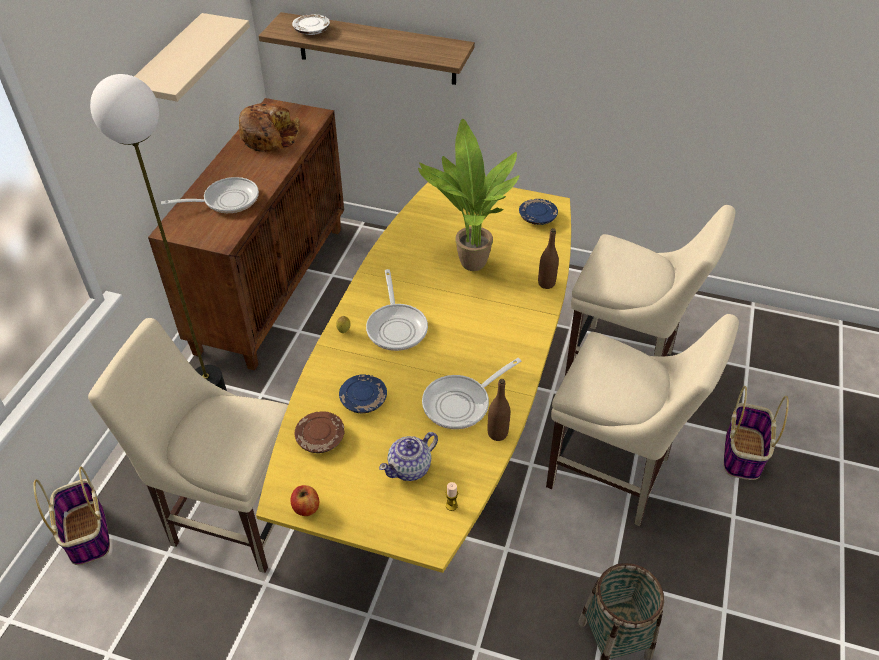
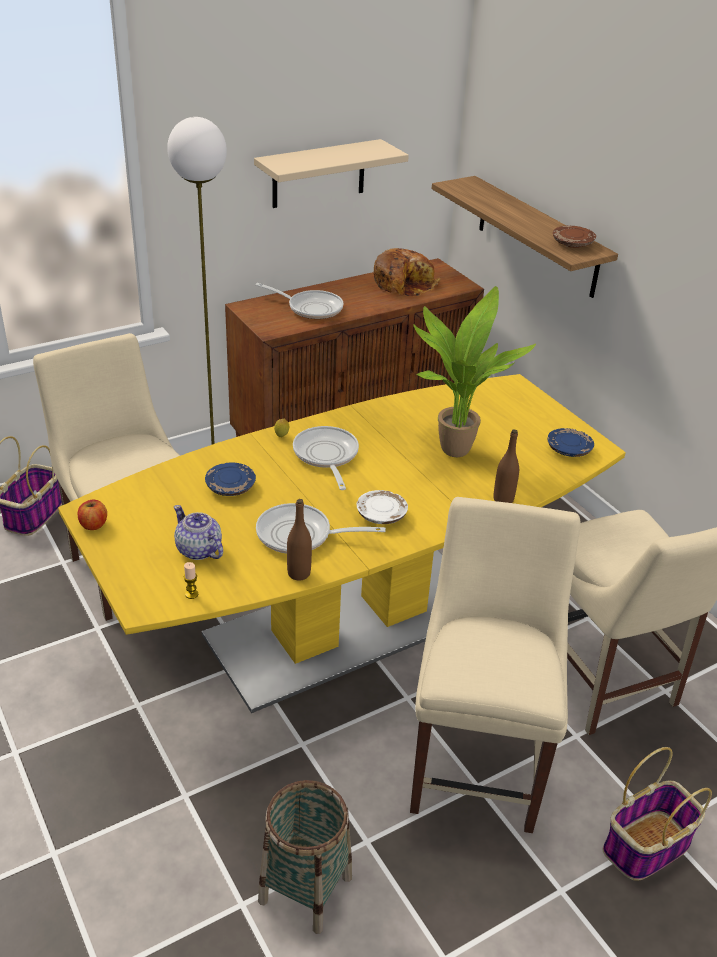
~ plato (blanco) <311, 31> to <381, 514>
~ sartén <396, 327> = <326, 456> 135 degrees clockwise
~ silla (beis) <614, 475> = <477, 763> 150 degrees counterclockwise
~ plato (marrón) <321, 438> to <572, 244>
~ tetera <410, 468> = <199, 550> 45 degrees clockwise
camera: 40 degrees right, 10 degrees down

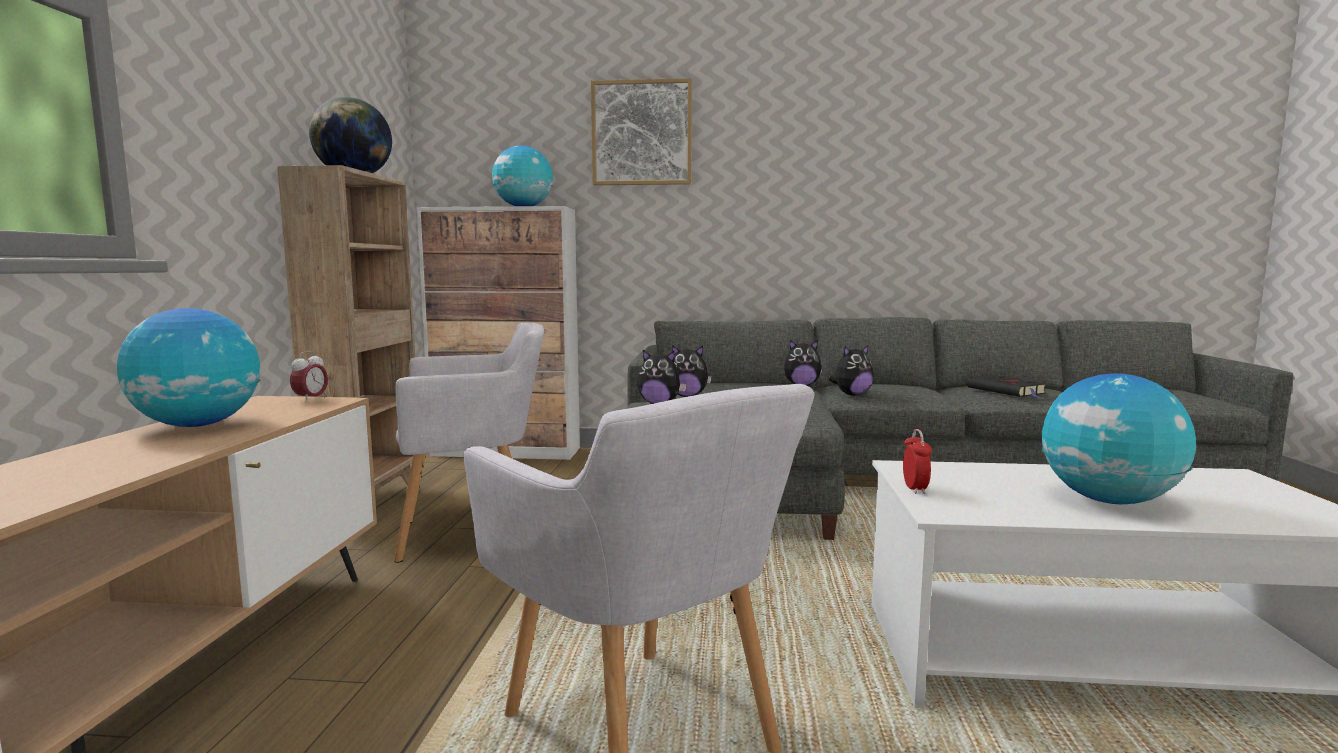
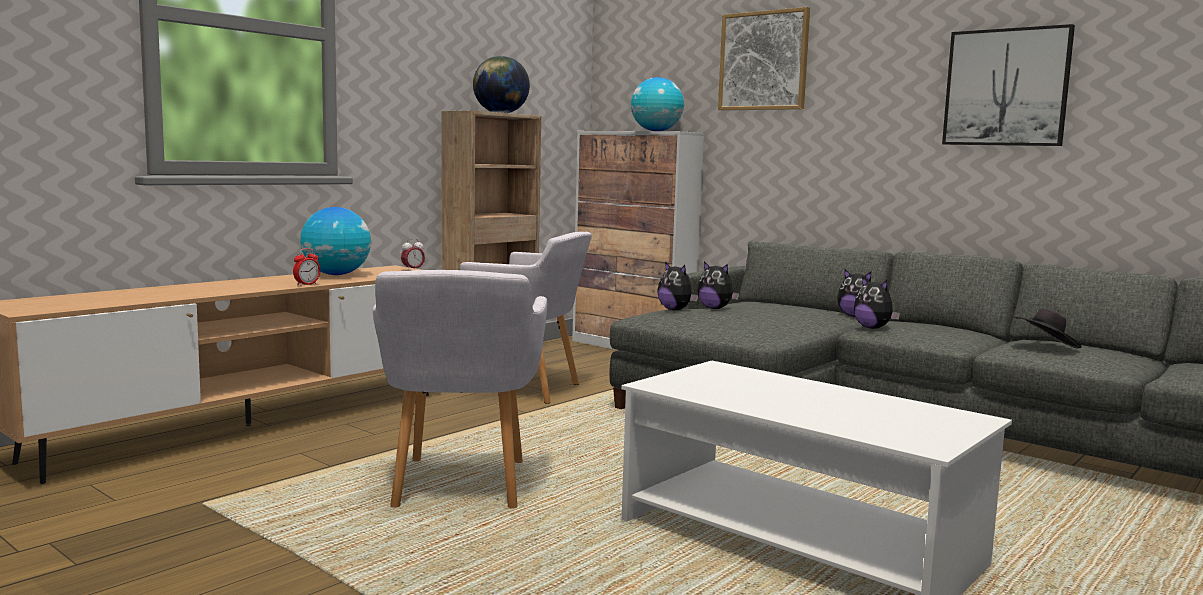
~ peluche <852, 395> = <873, 328> 45 degrees clockwise
- globo terráqueo <1109, 500>
~ libro (negro) <1007, 391> to sombrero (negro) <1045, 347>
~ despertador <915, 489> to <306, 284>
+ cuadro <1006, 87>
camera: 35 degrees right, 0 degrees up

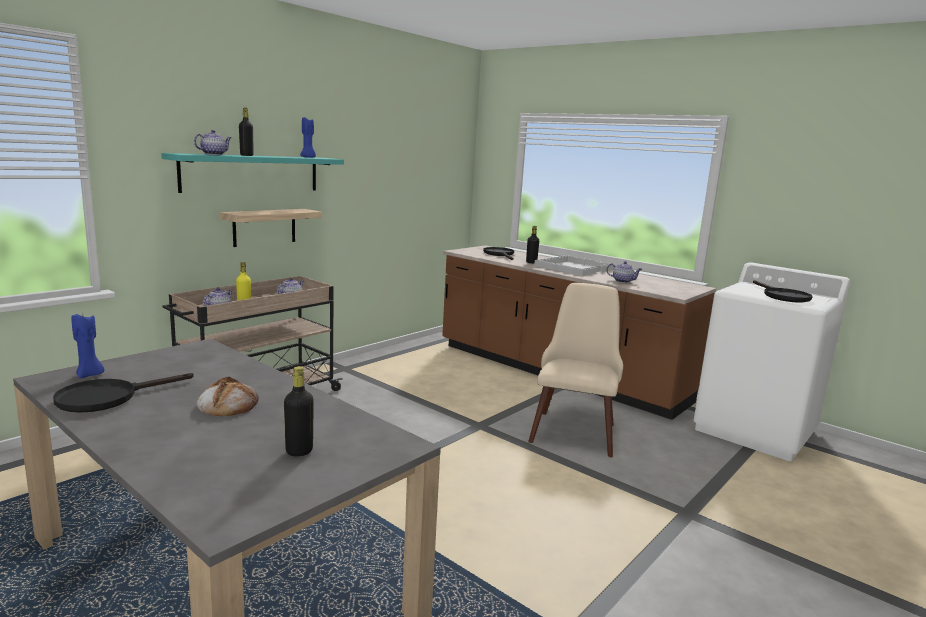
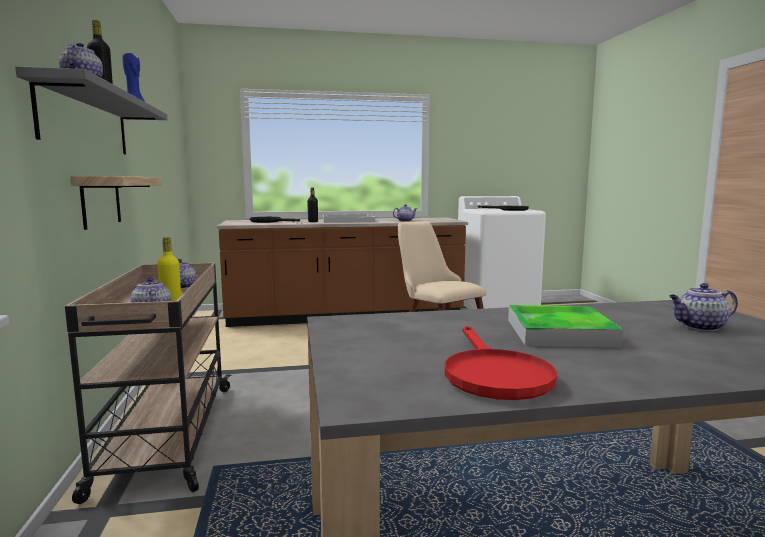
~ estante (turquesa) <252, 173> to estante (gris) <87, 122>
- vela (azul) <89, 375>
~ botella (negro) <299, 451> to tetera <700, 327>
~ sartén (negro) <108, 397> to sartén (rojo) <493, 374>
~ pan <228, 404> to bandeja <559, 332>
camera: 50 degrees left, 5 degrees down

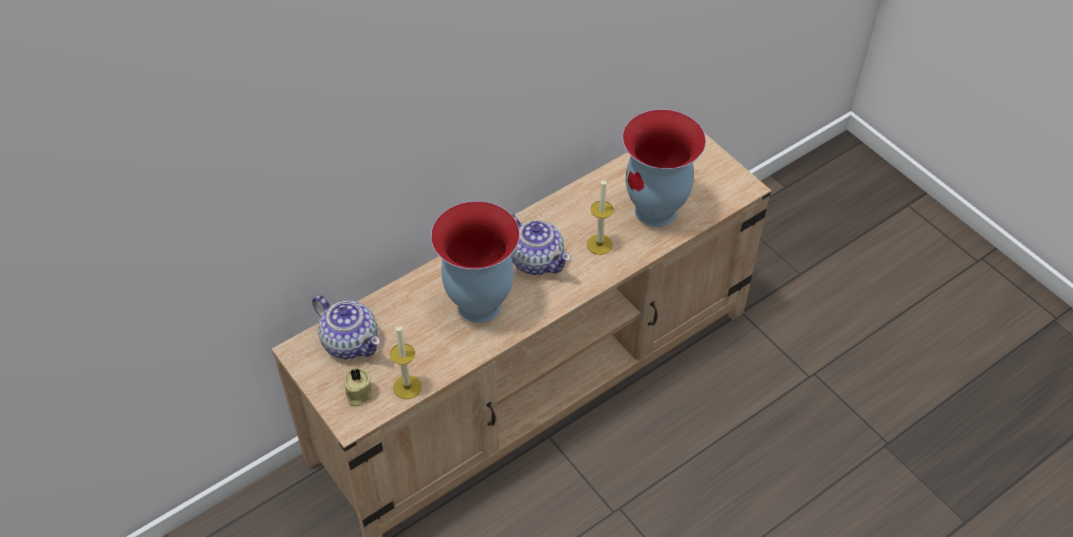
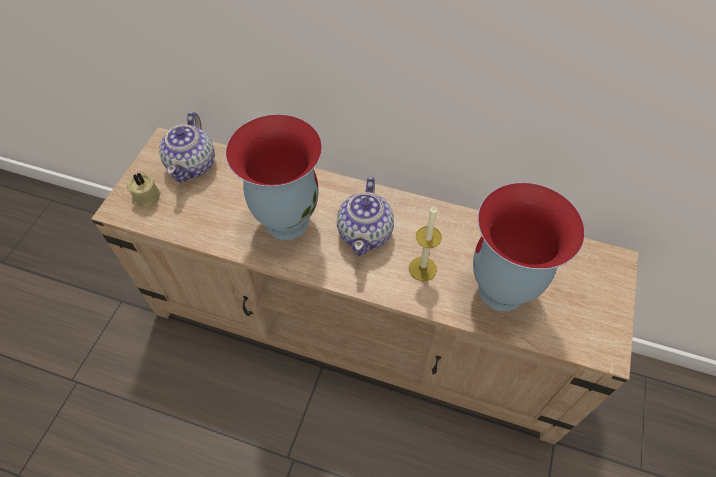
- vela <407, 387>
camera: 55 degrees right, 5 degrees up

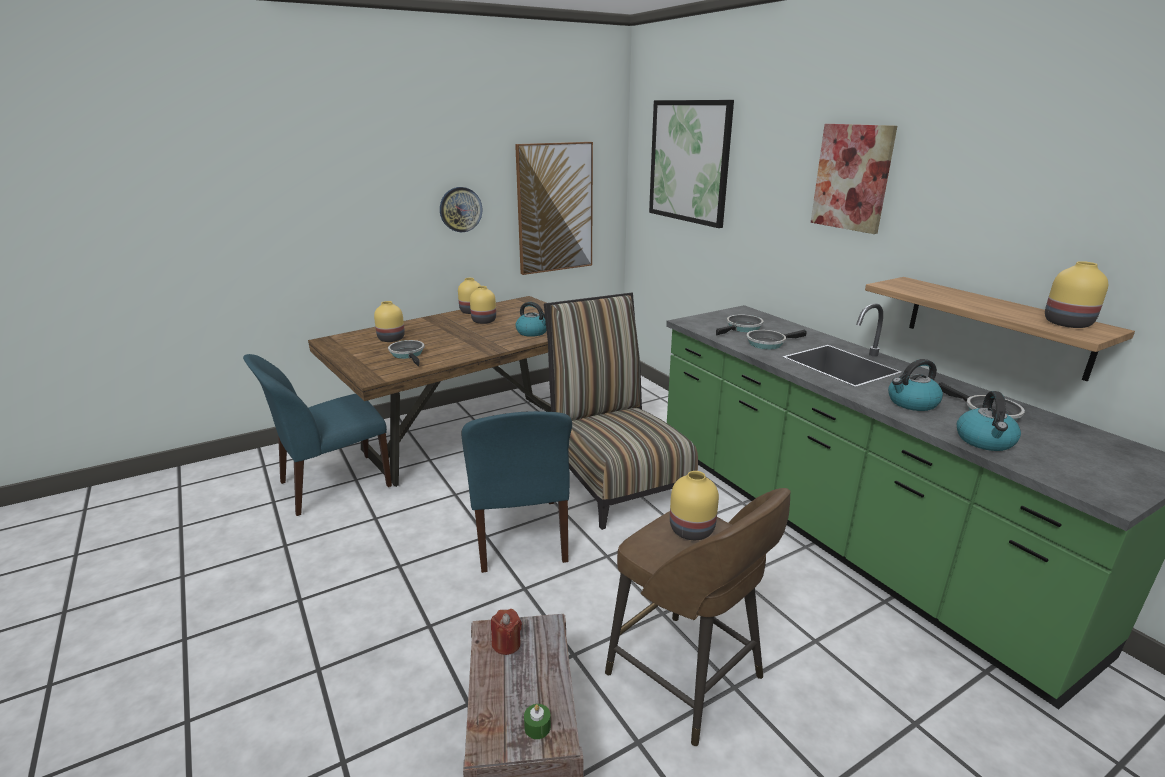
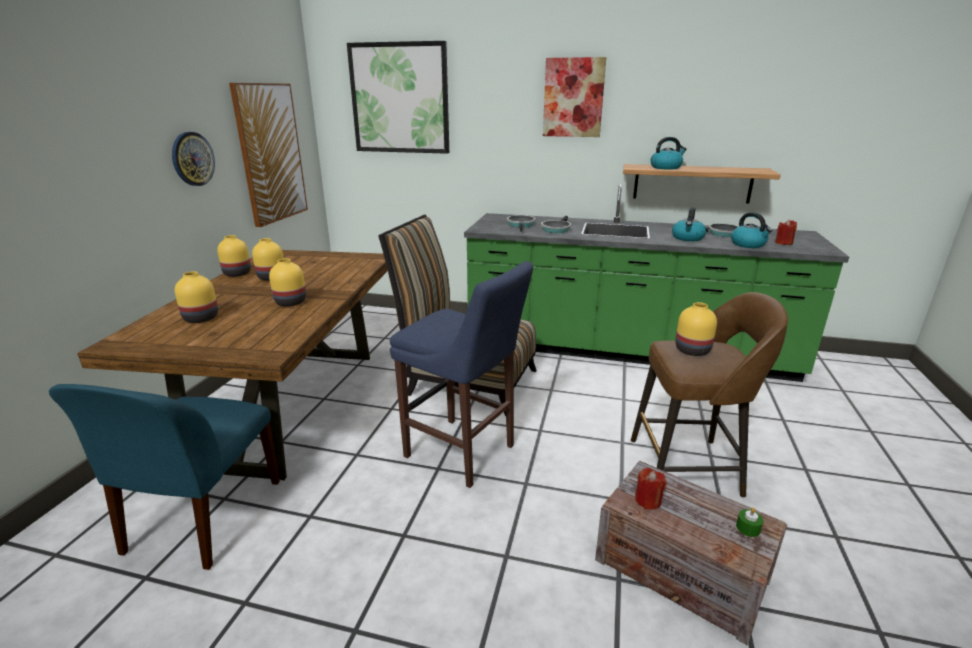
~ florero (amarillo) <1066, 323> to <289, 302>
~ hervidor <533, 332> to <666, 167>
- sartén <408, 354>
~ silla (azul) <519, 536> to taburete (azul) <463, 453>
+ vela (rojo) <783, 243>
camera: 45 degrees left, 0 degrees up

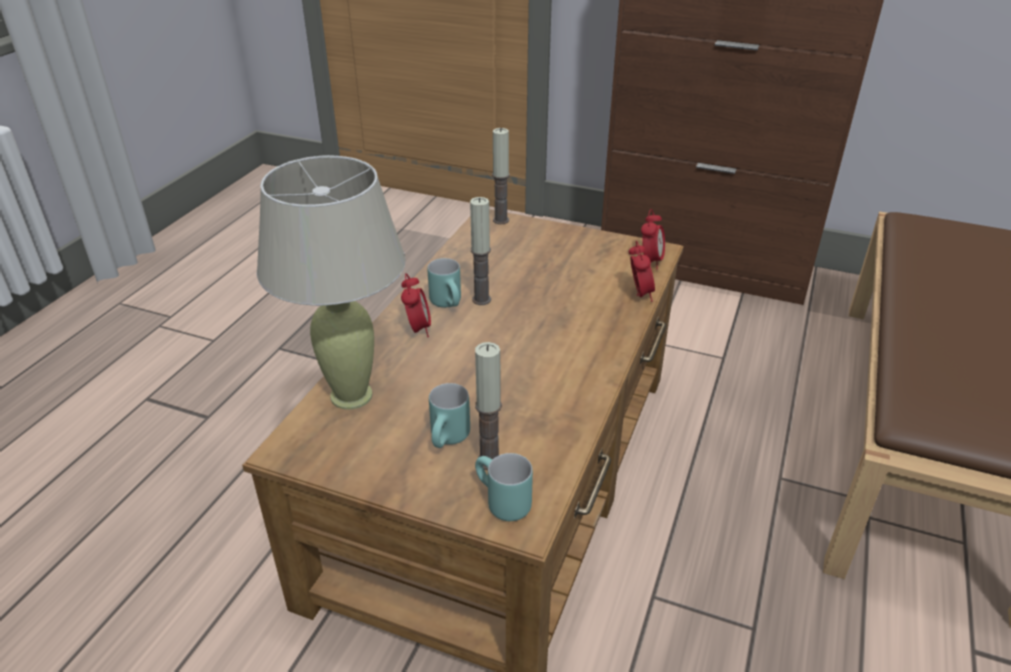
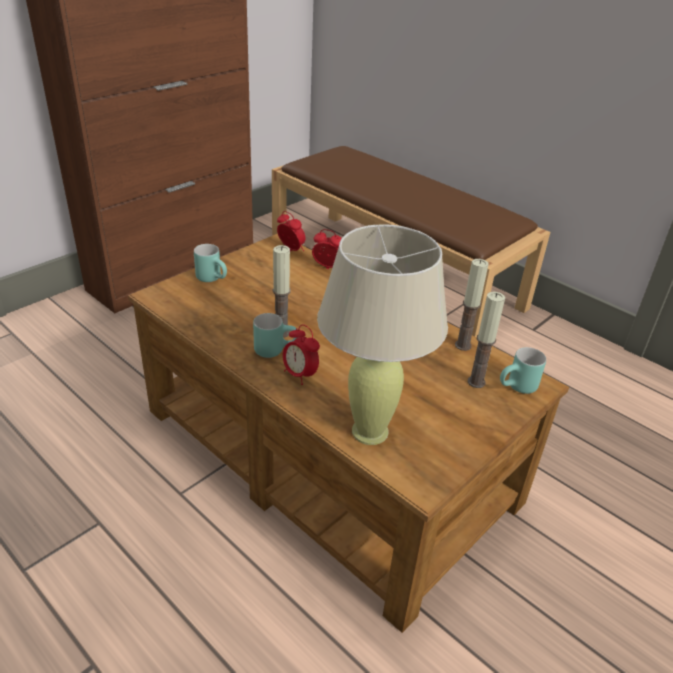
~ vela <501, 220> to <463, 345>
~ despertador <418, 329> = <300, 375> 150 degrees counterclockwise
~ taza grande (turquesa) <450, 440> to <214, 278>
camera: 70 degrees left, 0 degrees up

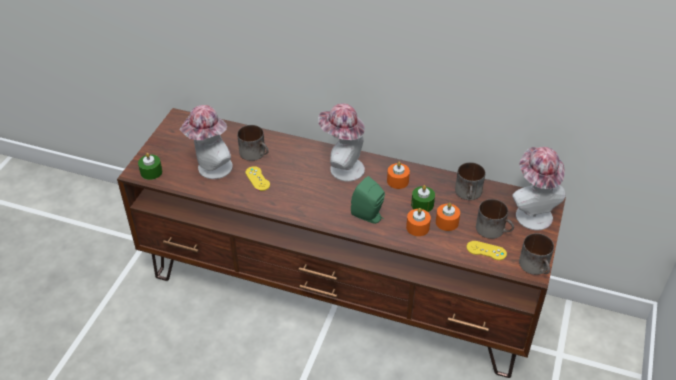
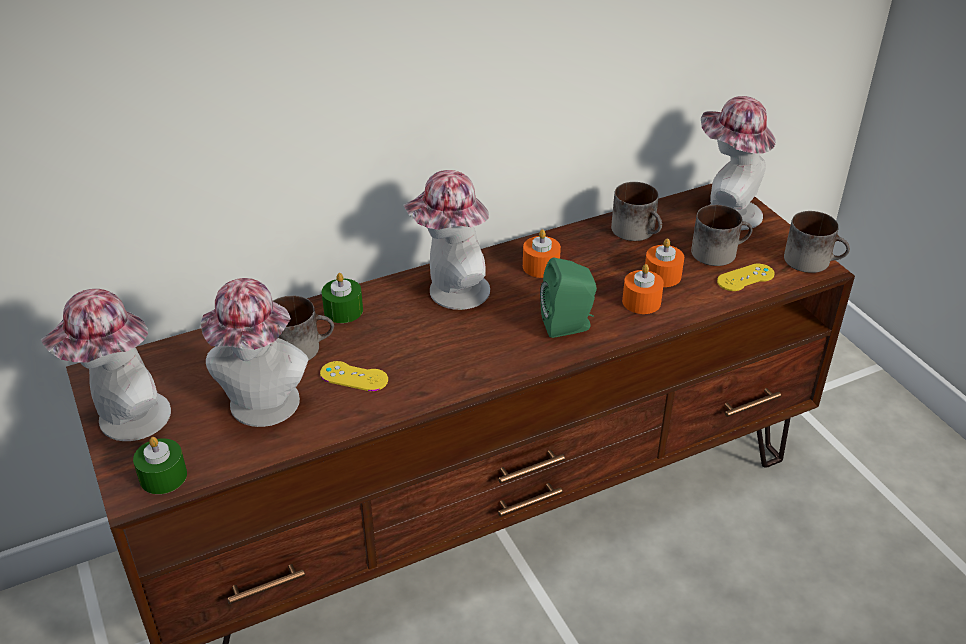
~ vela (verde) <422, 204> to <343, 310>
+ sombrero <125, 421>
camera: 45 degrees left, 5 degrees down

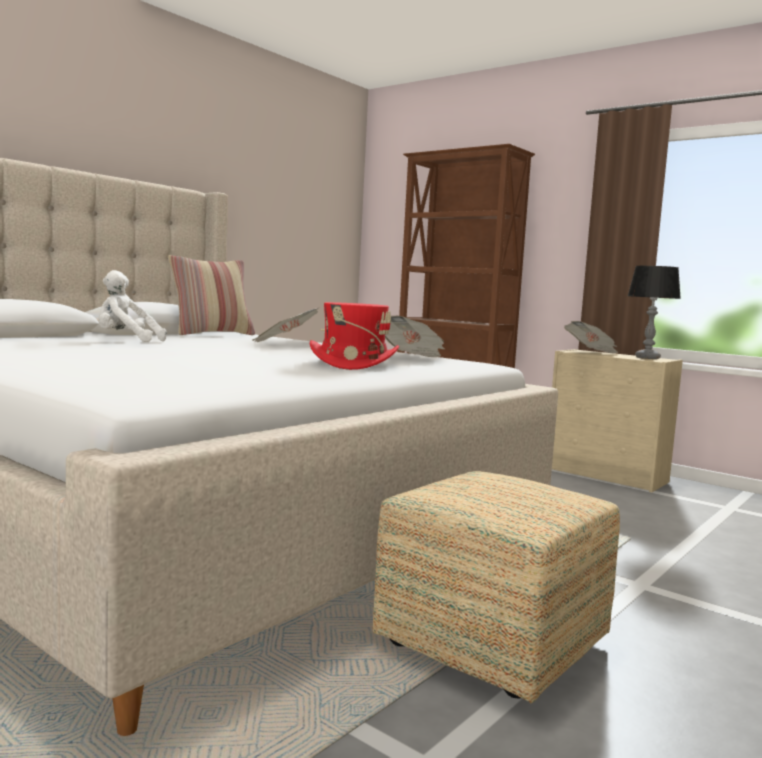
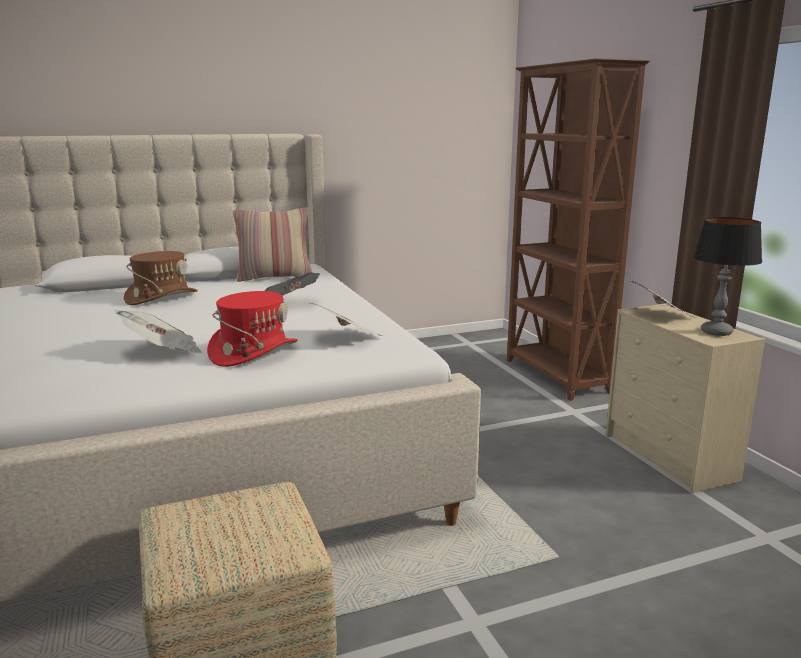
~ peluche (blanco) <125, 341> to sombrero (marrón) <161, 297>
+ periódico <163, 352>
camera: 30 degrees right, 10 degrees up

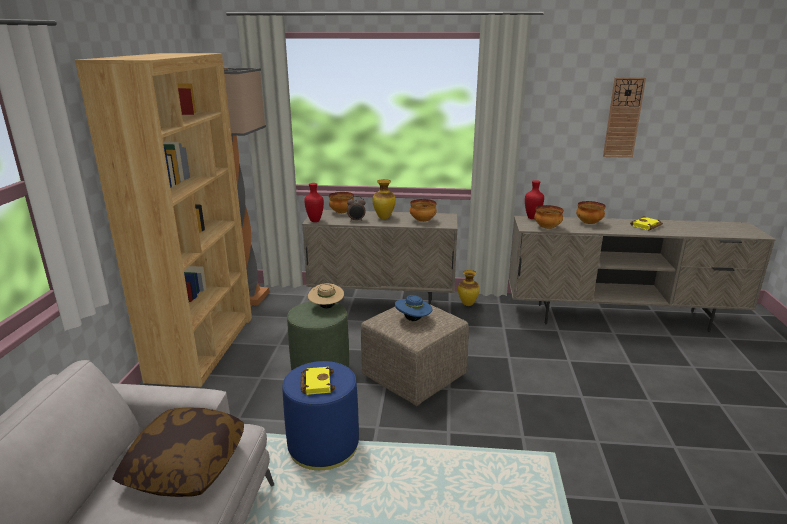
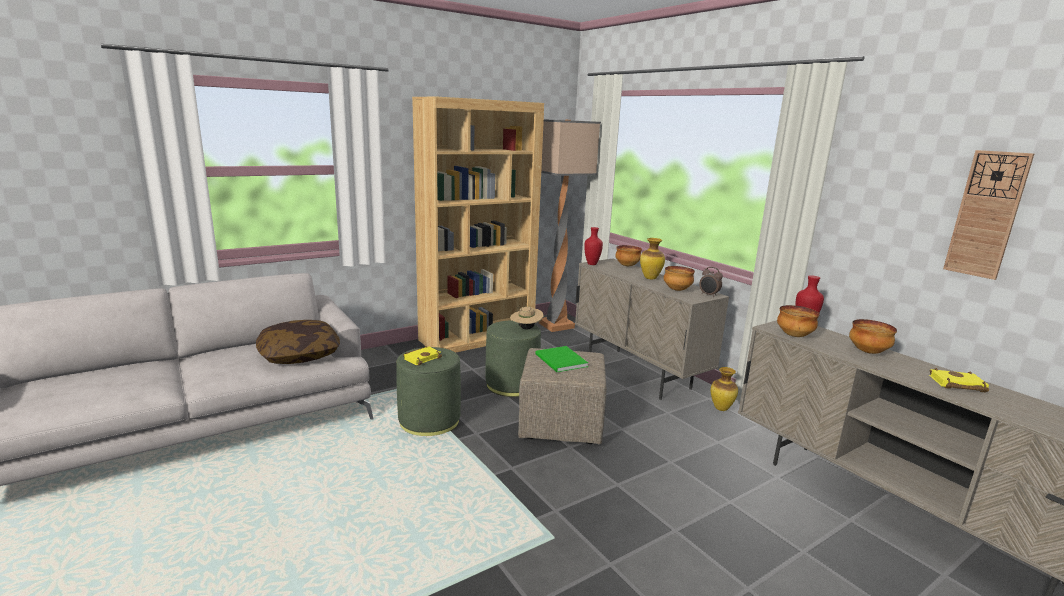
~ despertador <356, 220> to <709, 295>
~ sombrero (azul) <413, 320> to libro (verde) <560, 361>
~ puf (azul) <323, 446> to puf (verde) <429, 421>
camera: 50 degrees right, 5 degrees down

